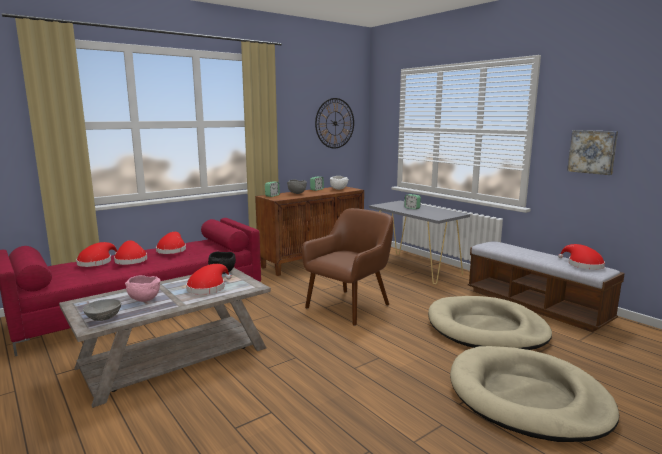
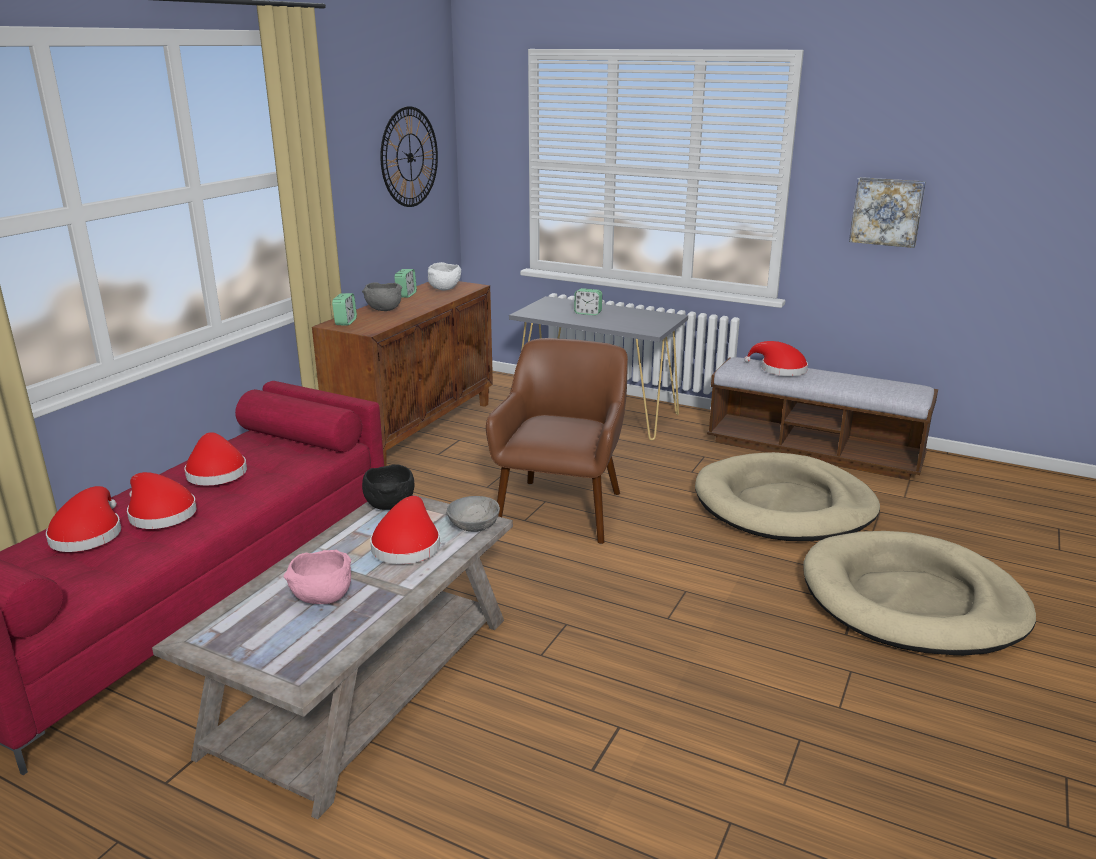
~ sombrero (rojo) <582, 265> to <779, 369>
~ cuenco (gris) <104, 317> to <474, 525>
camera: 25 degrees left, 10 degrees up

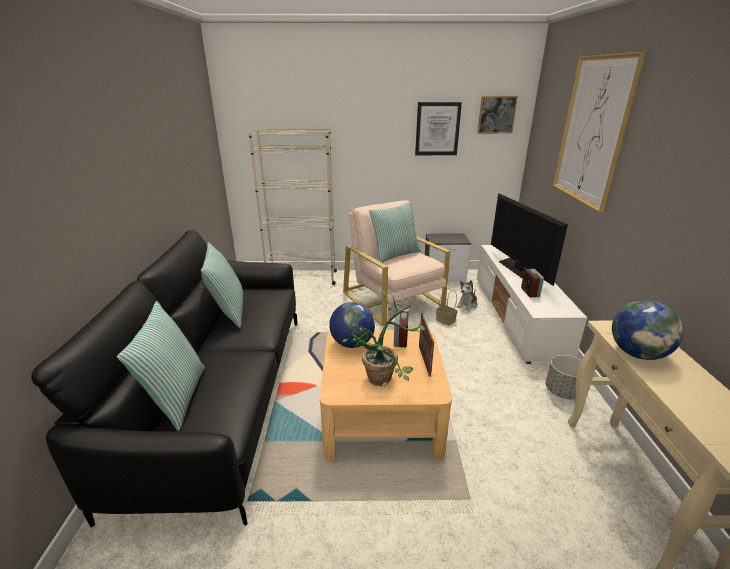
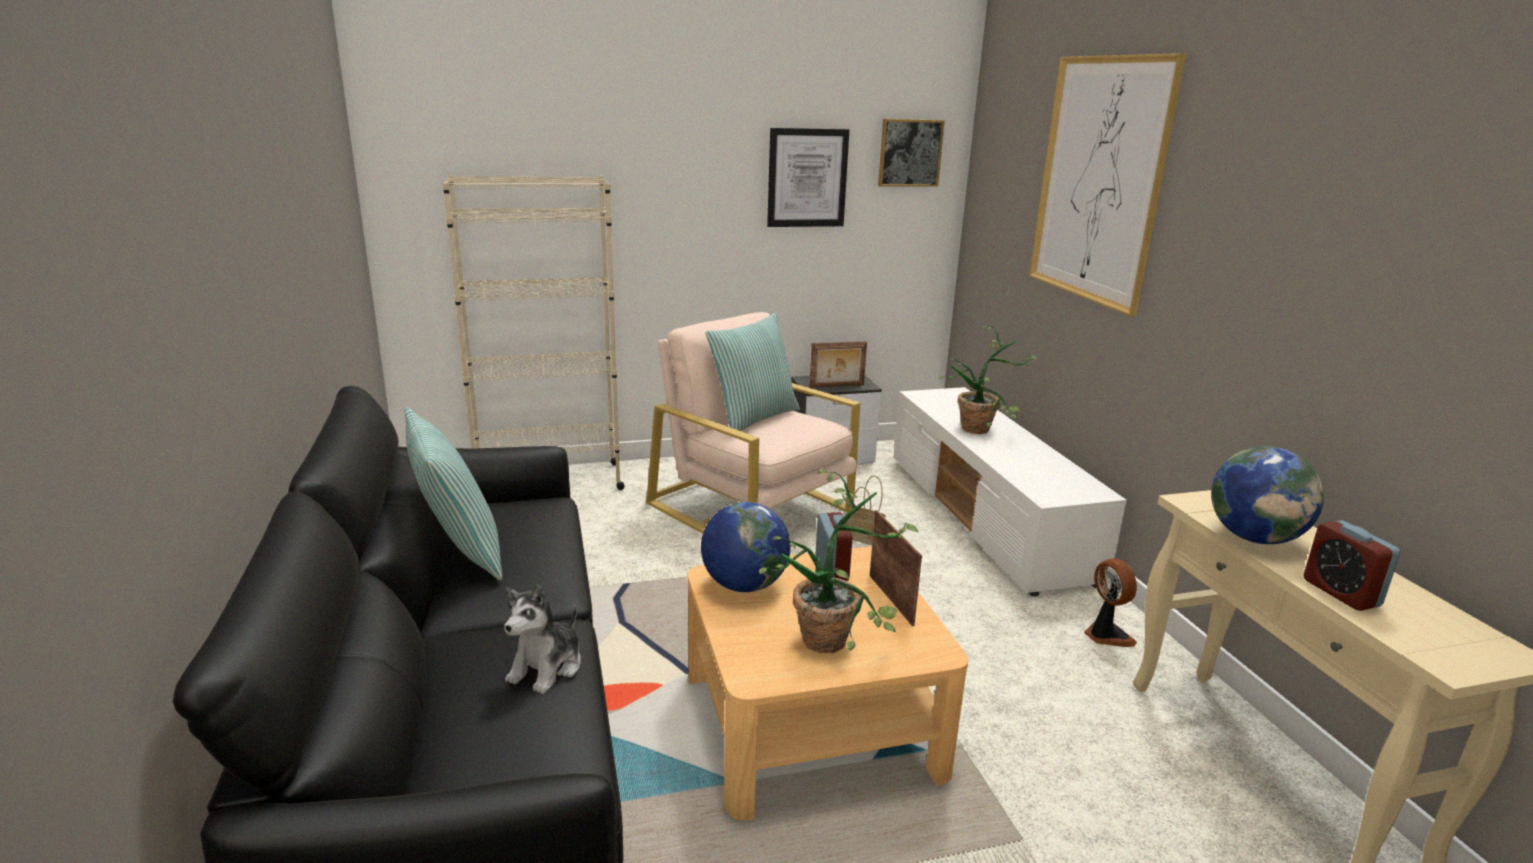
~ televisor <519, 269> to planta en maceta <983, 429>
~ despertador <530, 292> to <1340, 593>
~ peluche <467, 305> to <547, 667>
- cojín <176, 397>
~ maceta (gris) <562, 391> to ventilador <1106, 635>
+ portarretratos <837, 386>
camera: 15 degrees left, 5 degrees down

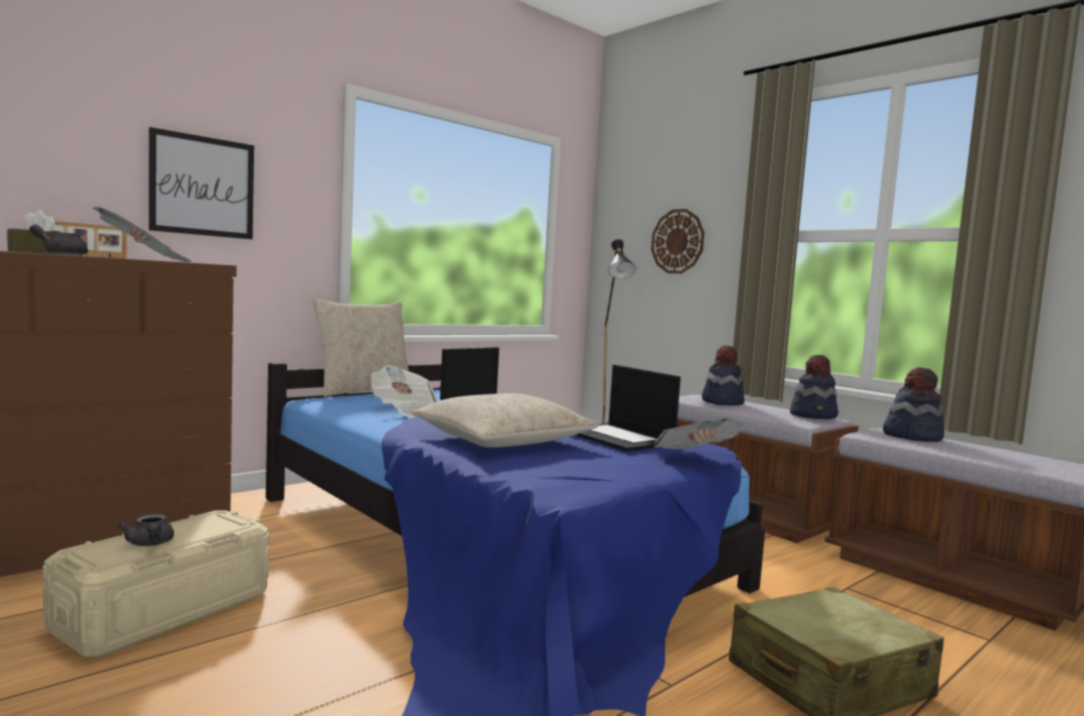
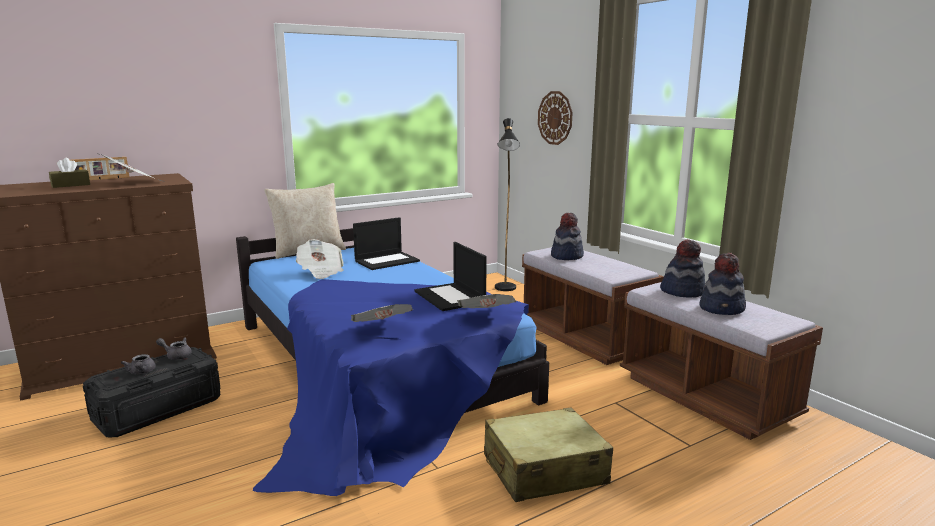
- cuadro <202, 186>
~ tetera (gris) <61, 254> to <176, 356>
~ sombrero <813, 416> to <722, 309>
- cojín (beis) <502, 440>
~ caja de almacenaje (beis) <165, 611> to caja de almacenaje (negro) <158, 409>
+ periódico <382, 330>
camera: 10 degrees right, 10 degrees up

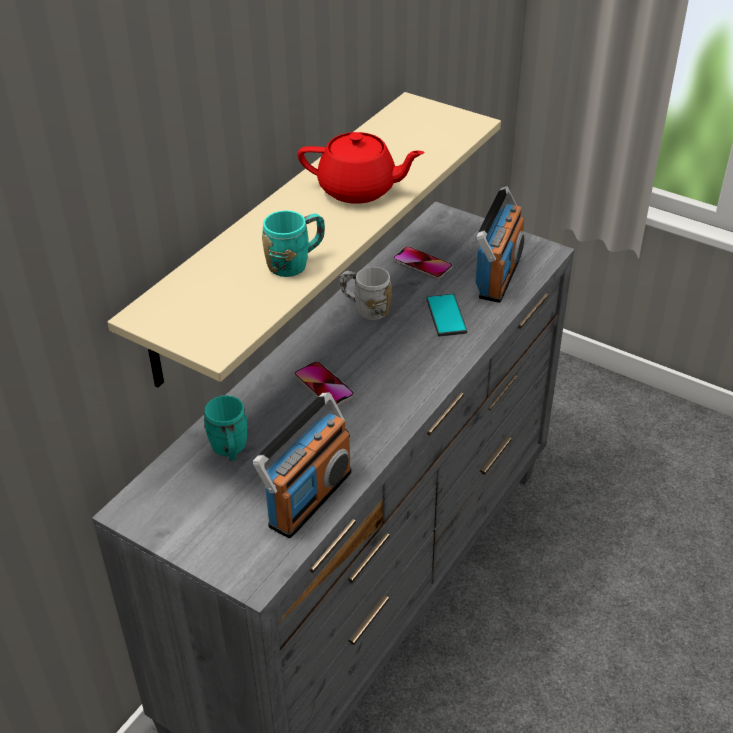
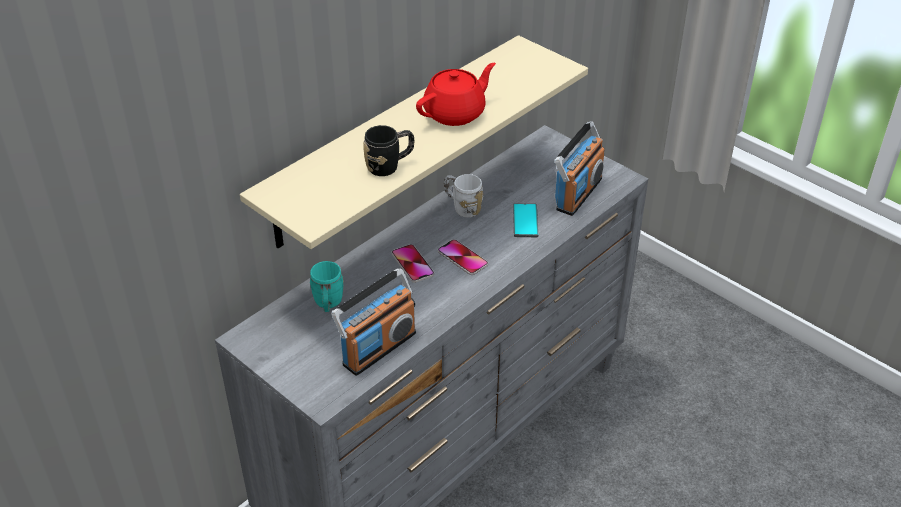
~ tetera (rojo) <359, 189> = <455, 113> 60 degrees counterclockwise
~ taza grande (turquesa) <295, 262> to taza grande (negro) <389, 166>
~ móvil <422, 264> to <462, 258>
camera: 10 degrees right, 0 degrees up

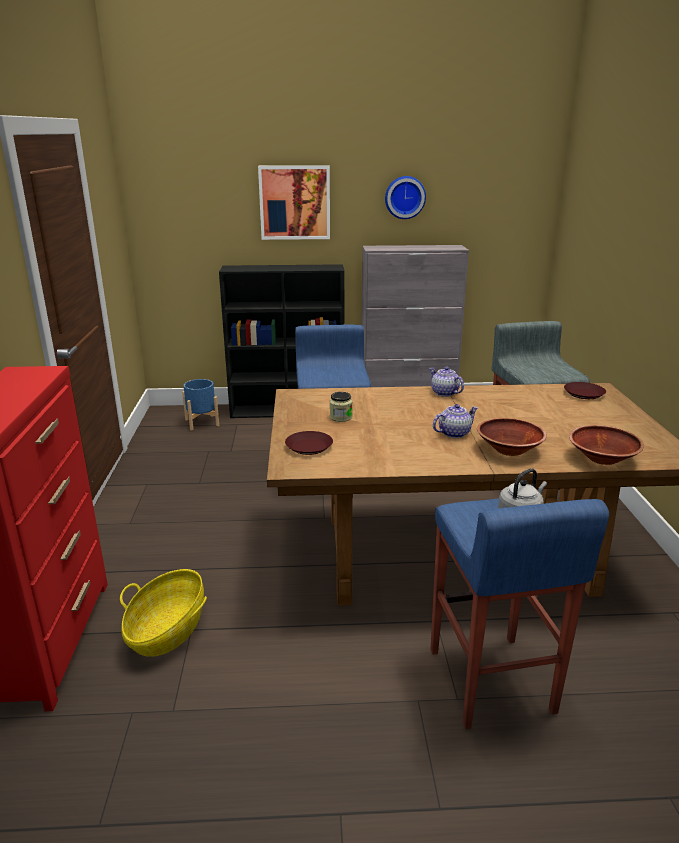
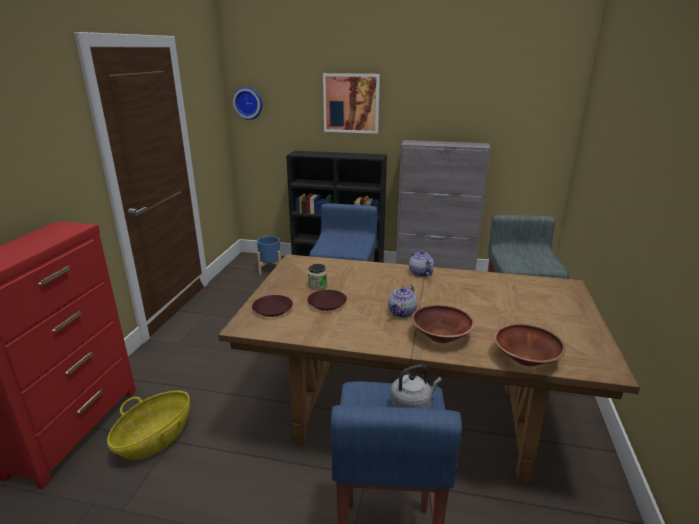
~ reloj de pared <404, 197> to <248, 103>
~ plato (marrón) <584, 394> to <327, 303>
~ tetera <454, 433> = <402, 312> 135 degrees clockwise
camera: 15 degrees right, 0 degrees up

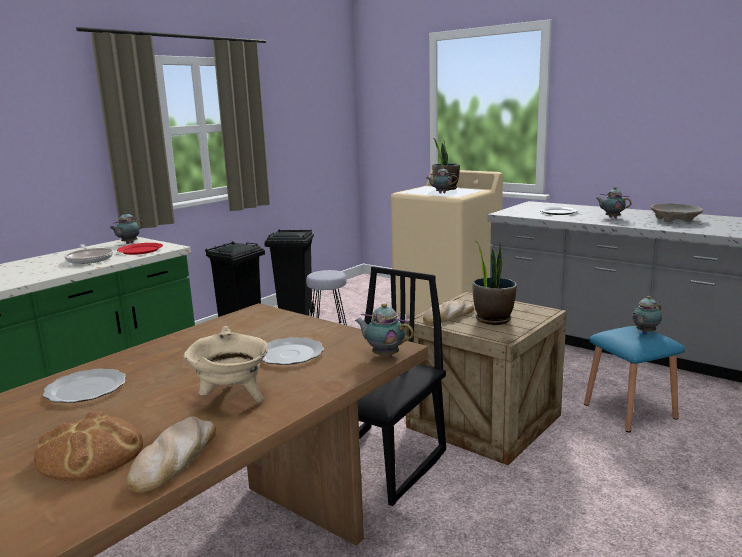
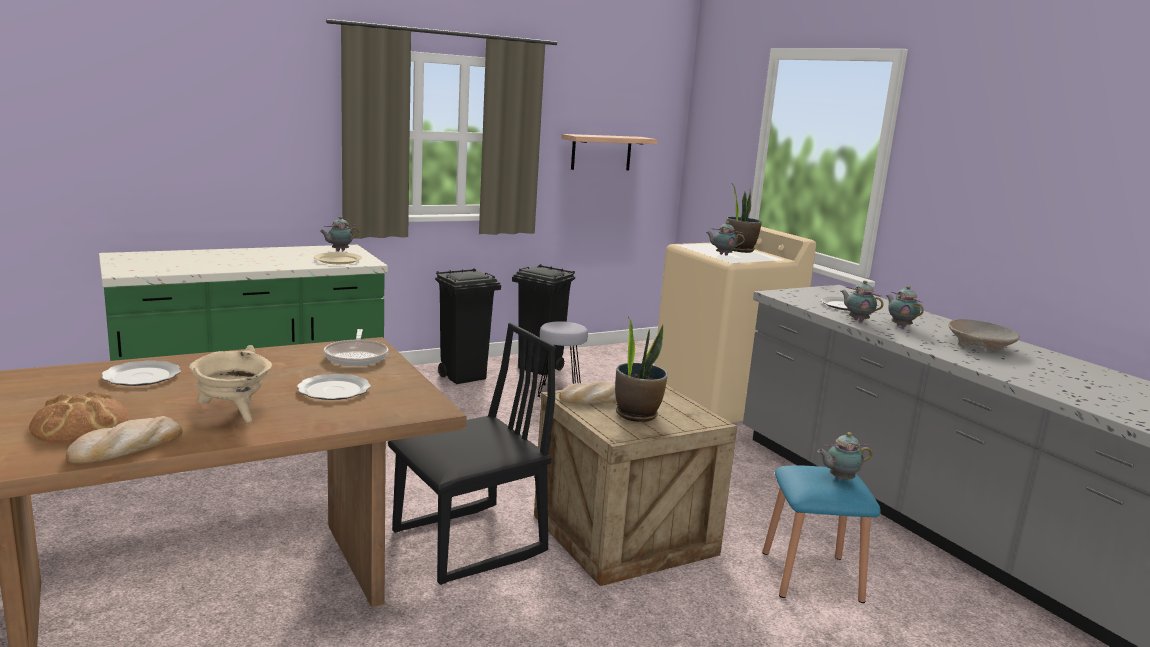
~ plato (rojo) <141, 250> to plato (beis) <338, 260>
~ sartén <89, 259> to <357, 356>
~ tetera <384, 355> to <857, 320>
+ estante <601, 152>
camera: 20 degrees right, 0 degrees up

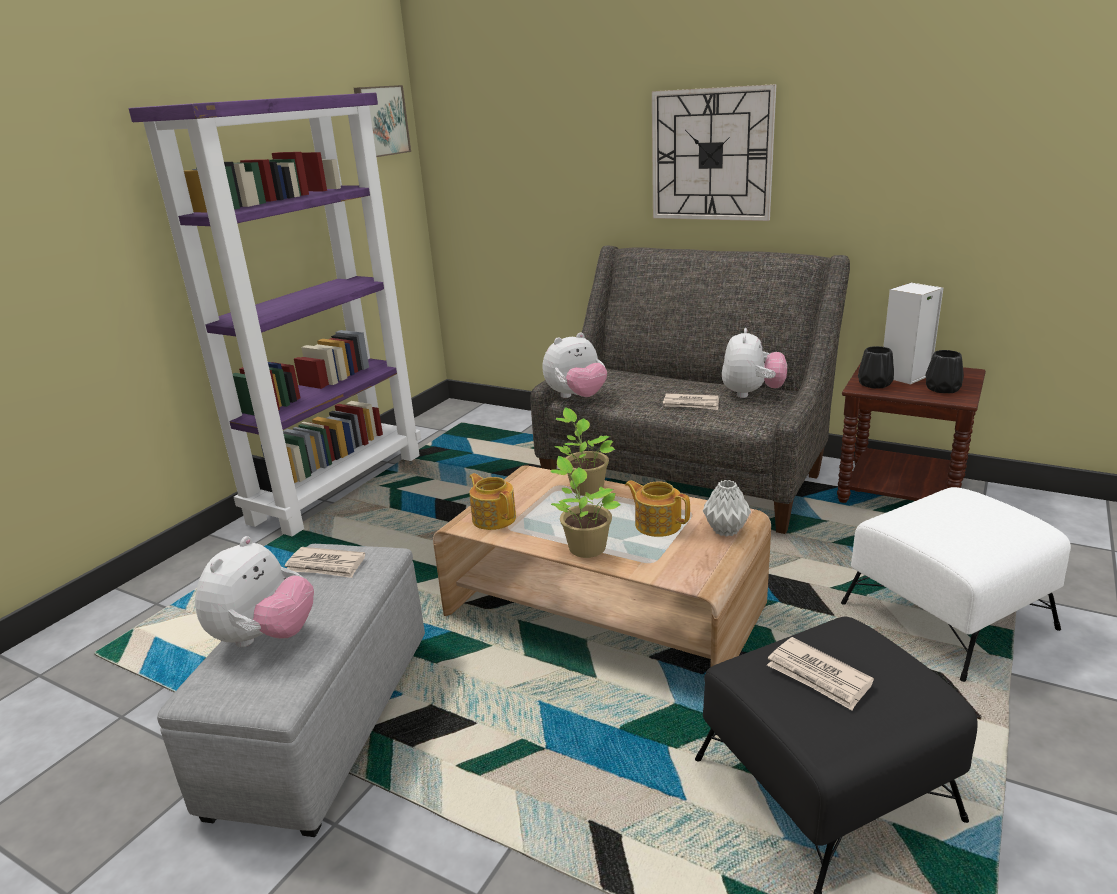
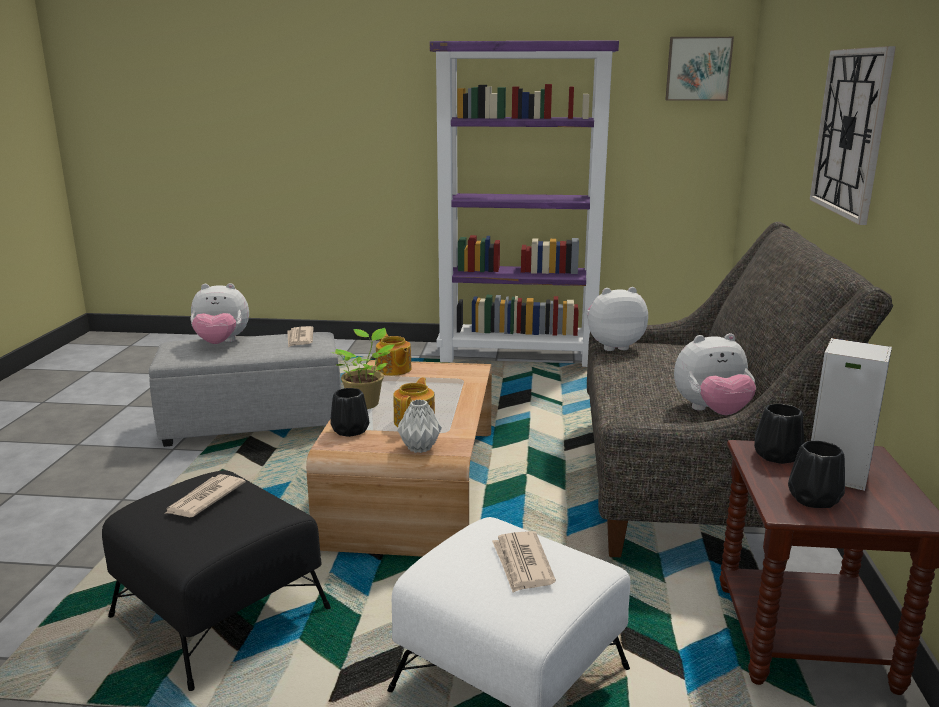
~ peluche <576, 397> = <613, 346> 135 degrees clockwise
~ periódico <691, 404> to <522, 564>
- planta en maceta <585, 488>
~ tetera <494, 518> = <394, 370> 120 degrees clockwise
+ florero (negro) <351, 430>
camera: 65 degrees right, 5 degrees down

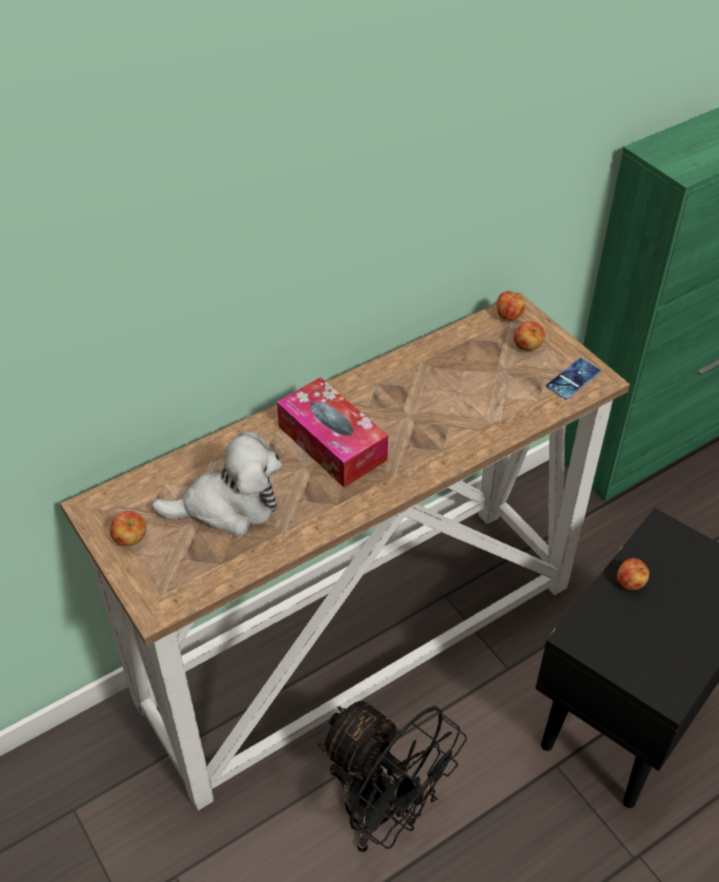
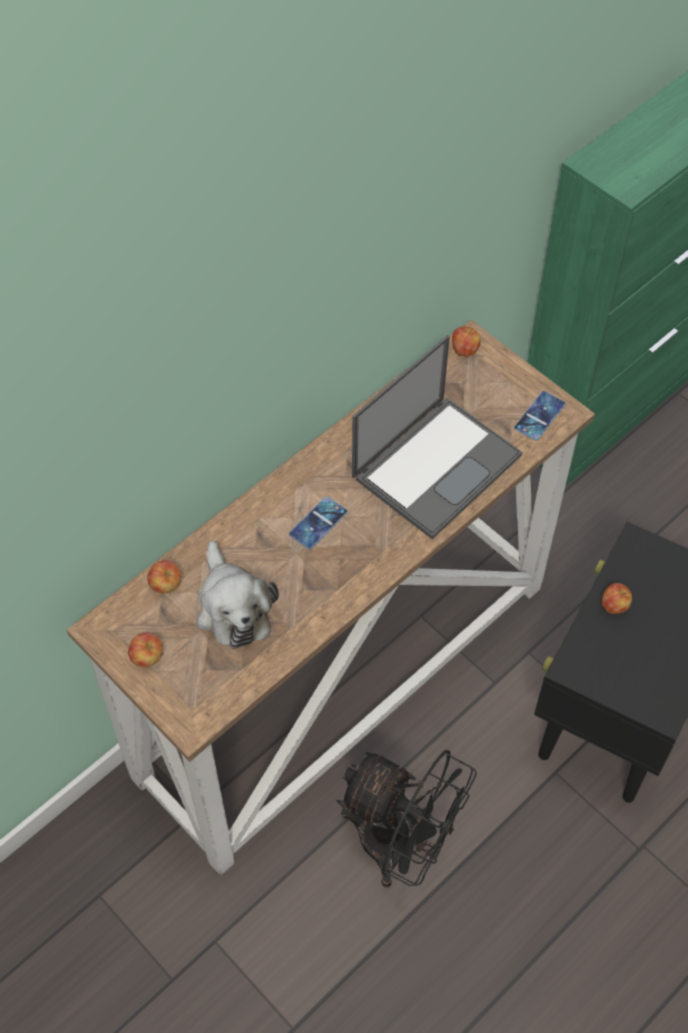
~ manzana <527, 347> to <166, 585>
~ caja de pañuelos <332, 443> to móvil <318, 523>
~ peluche <228, 506> = <233, 607> 90 degrees clockwise
+ portátil <437, 464>
camera: 10 degrees left, 10 degrees up

